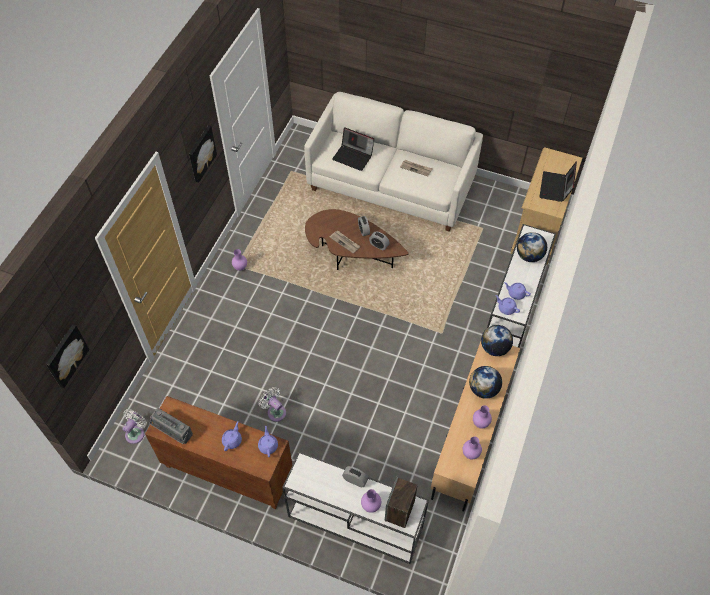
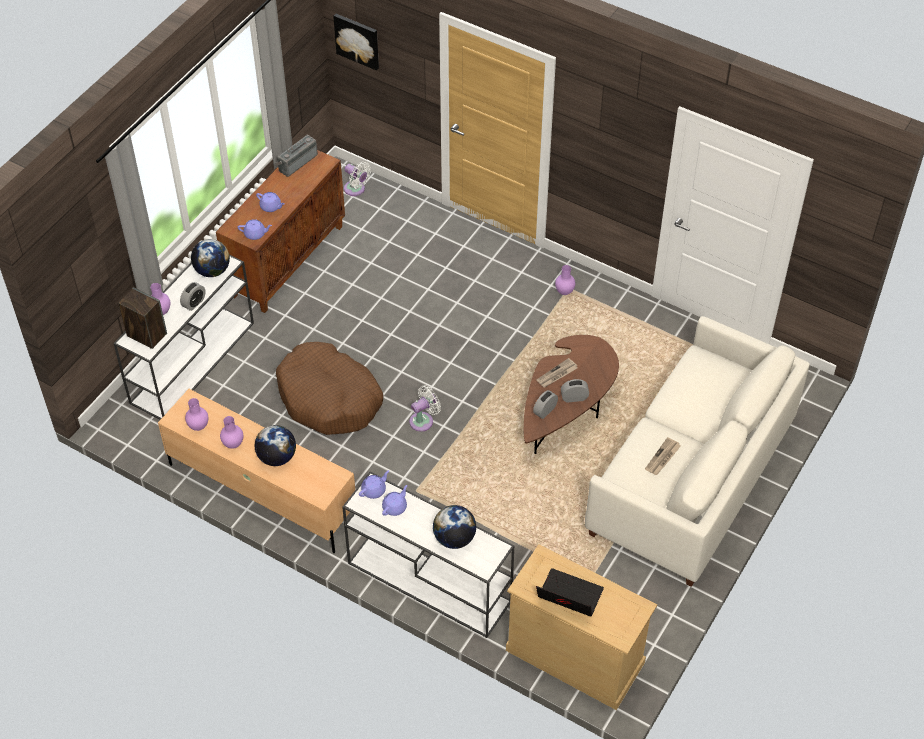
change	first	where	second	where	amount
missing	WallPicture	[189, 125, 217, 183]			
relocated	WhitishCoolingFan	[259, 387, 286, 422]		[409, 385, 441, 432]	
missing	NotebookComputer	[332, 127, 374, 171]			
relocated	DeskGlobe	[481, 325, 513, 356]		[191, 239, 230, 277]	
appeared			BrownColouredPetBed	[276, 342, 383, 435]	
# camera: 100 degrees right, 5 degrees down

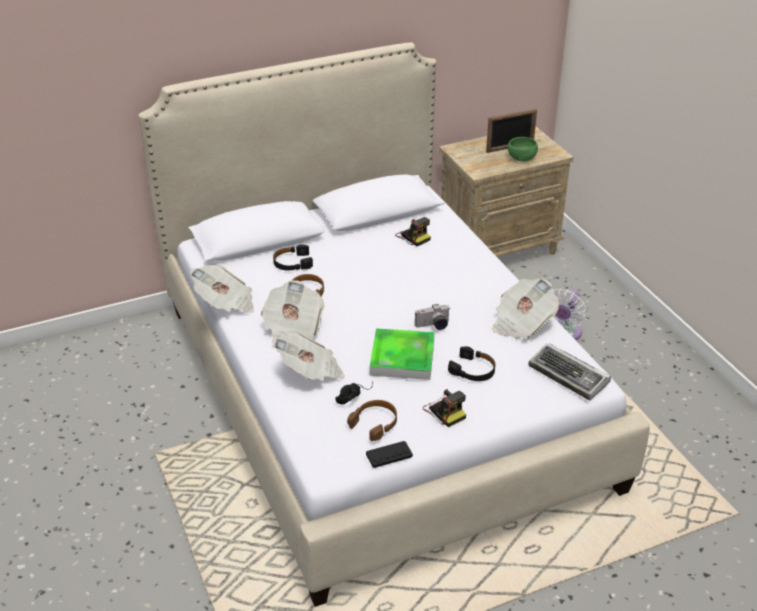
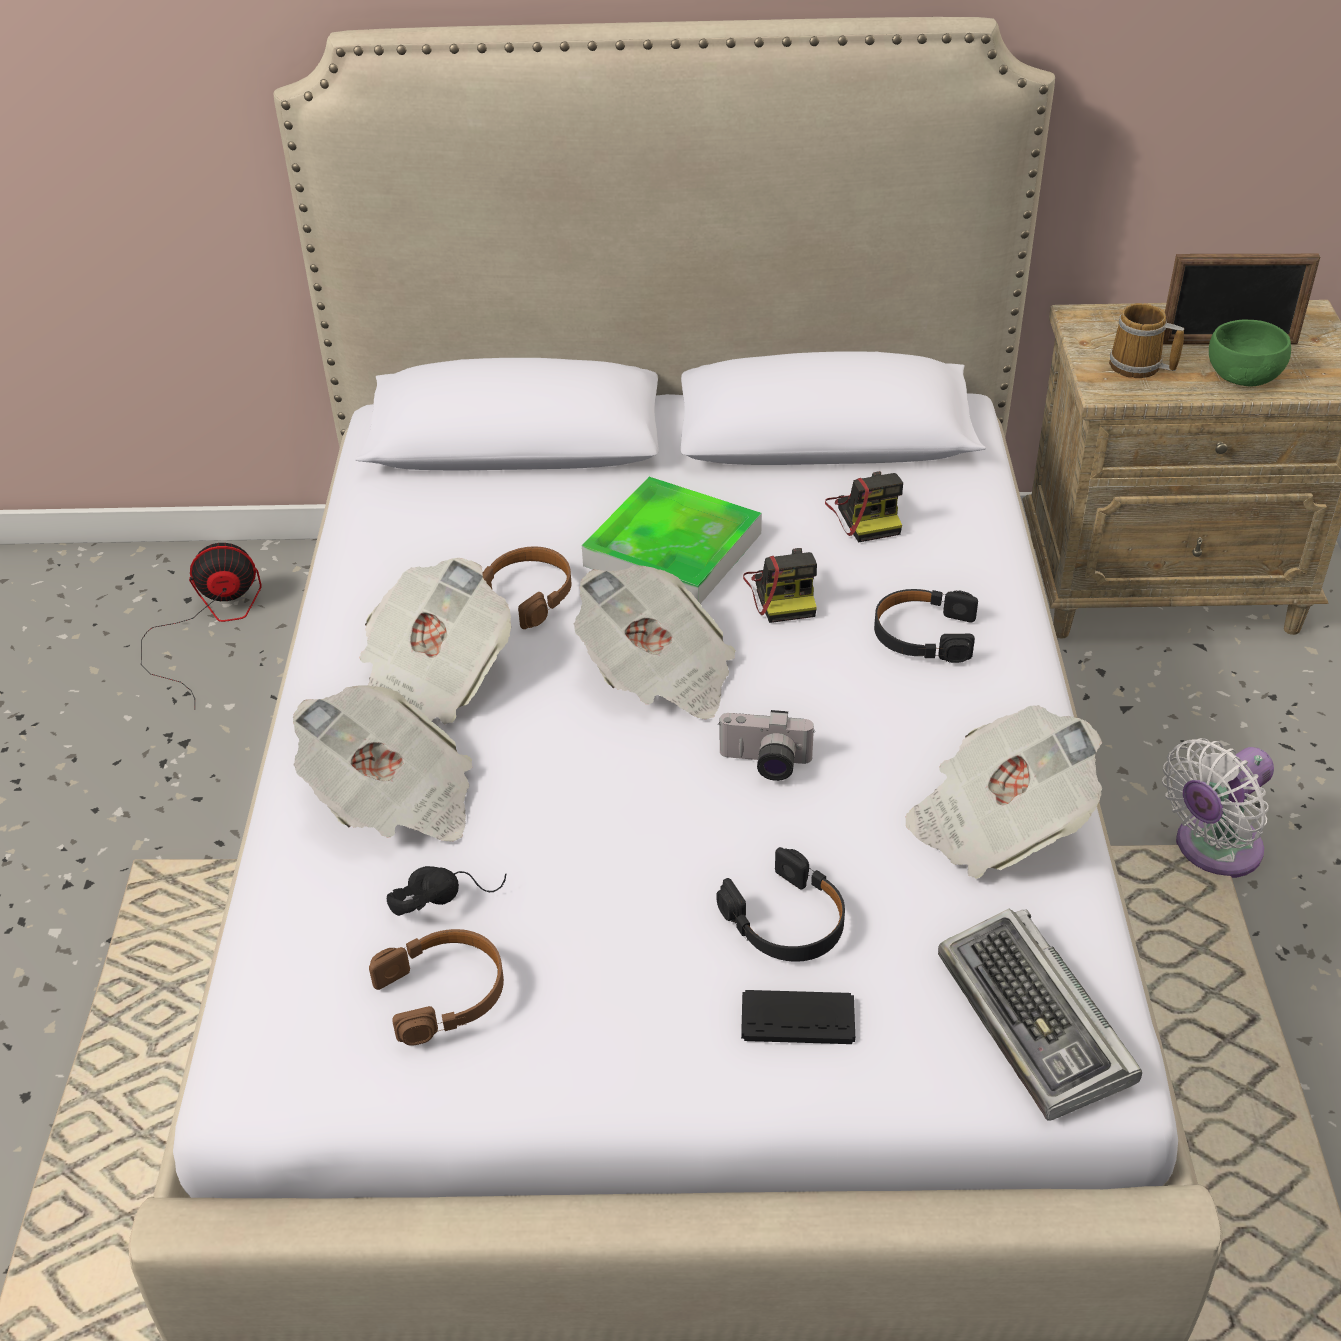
change	first	where	second	where	amount
relocated	DailyPaper	[190, 265, 254, 313]		[574, 565, 736, 719]	
relocated	BlackPairOfHeadphones	[273, 244, 313, 270]		[874, 589, 978, 663]	
relocated	BlackGamepad	[366, 441, 413, 468]		[741, 990, 855, 1044]	
relocated	CarryingTray	[370, 328, 435, 380]		[582, 477, 762, 604]	
relocated	PhotoCamera	[423, 389, 466, 427]		[743, 548, 817, 623]	
appeared			CoolingFan	[141, 543, 262, 709]	
appeared			CoffeeMug	[1109, 303, 1184, 378]	
# camera: 25 degrees right, 5 degrees up

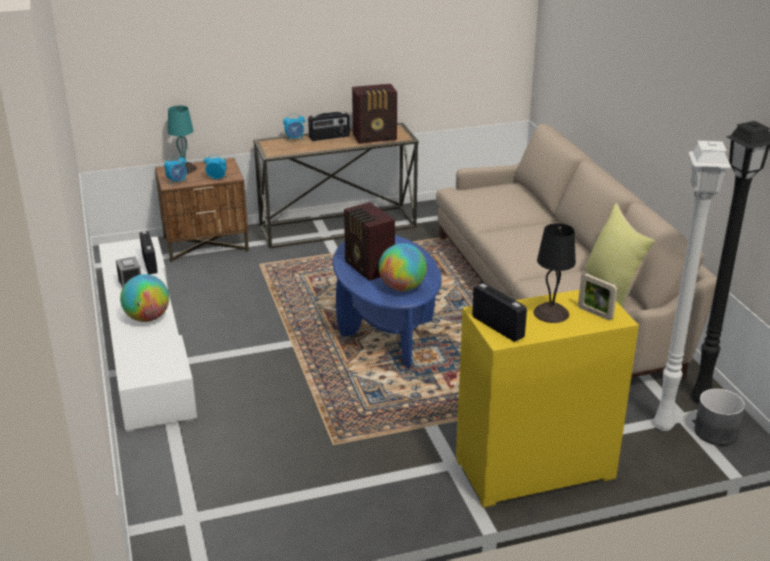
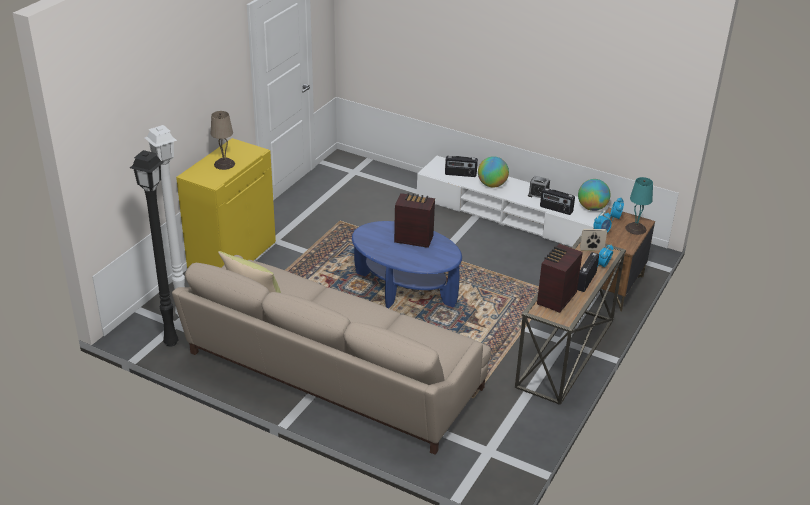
change	first	where	second	where	amount
relocated	DeskGlobe	[379, 243, 427, 291]		[578, 179, 610, 211]	
relocated	RadioSet	[472, 283, 527, 342]		[445, 156, 478, 177]	
colour	BlackTableLamp	[534, 223, 576, 323]	SandColouredTableLamp	[211, 111, 235, 170]	
relocated	StandingFrame	[578, 273, 617, 320]		[580, 229, 607, 251]	
missing	GreyishFlowerPot	[694, 389, 745, 445]			
# camera: 135 degrees right, 5 degrees up

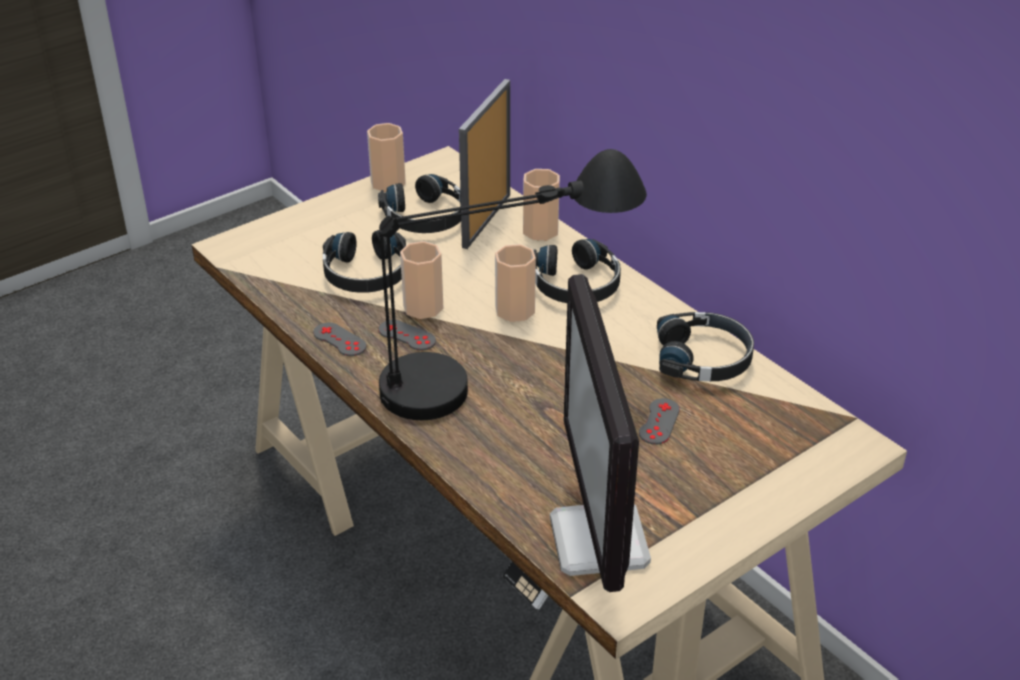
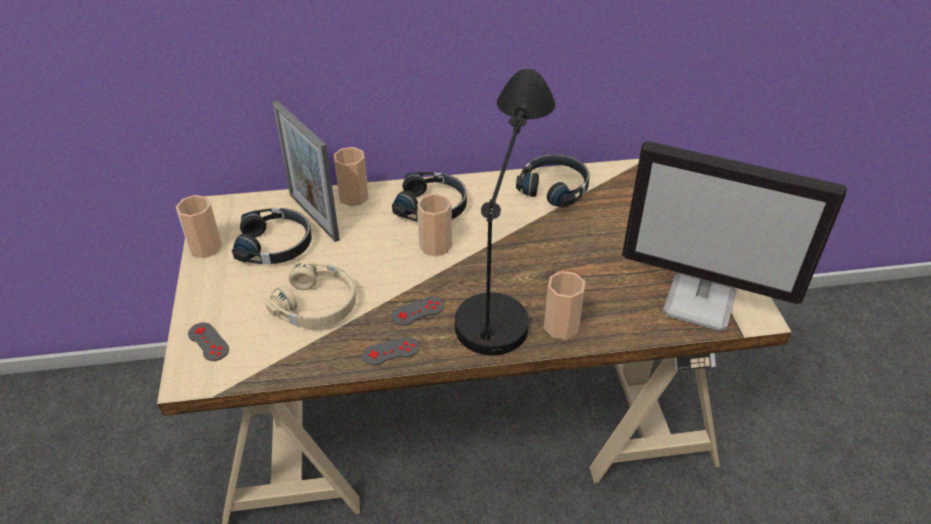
change	first	where	second	where	amount
colour	BlackPairOfHeadphones	[323, 230, 406, 293]	SandColouredPairOfHeadphones	[266, 262, 356, 329]	
relocated	Cup	[400, 241, 444, 319]		[544, 271, 585, 340]	
relocated	GreyishGamepad	[639, 398, 680, 445]		[188, 322, 229, 361]	
# camera: 60 degrees left, 5 degrees up

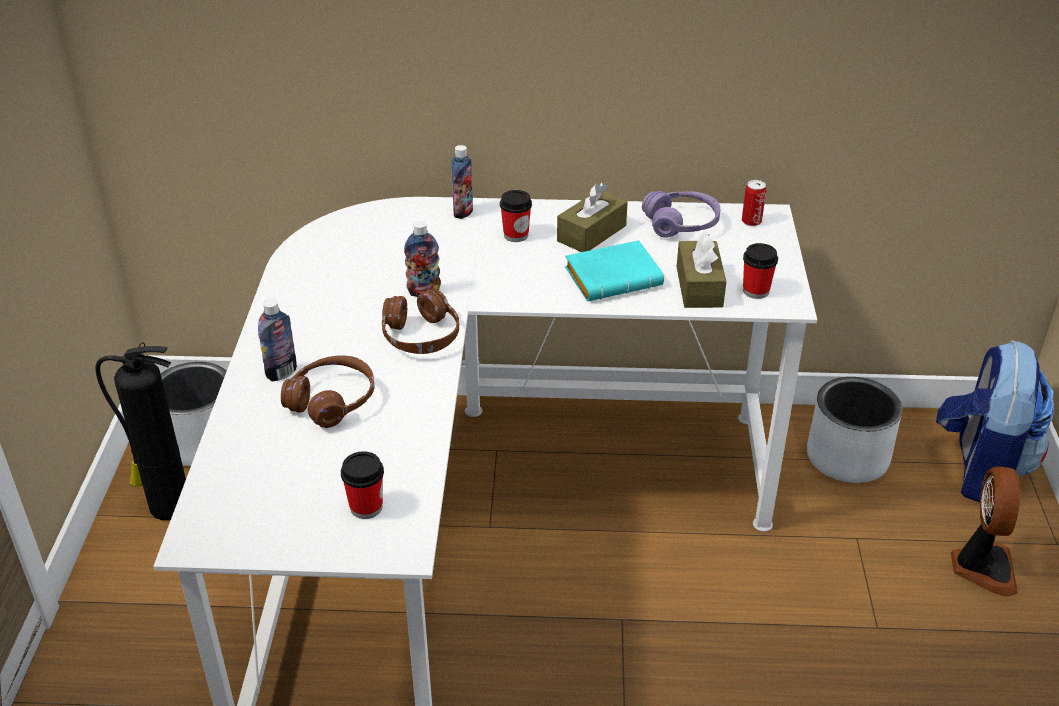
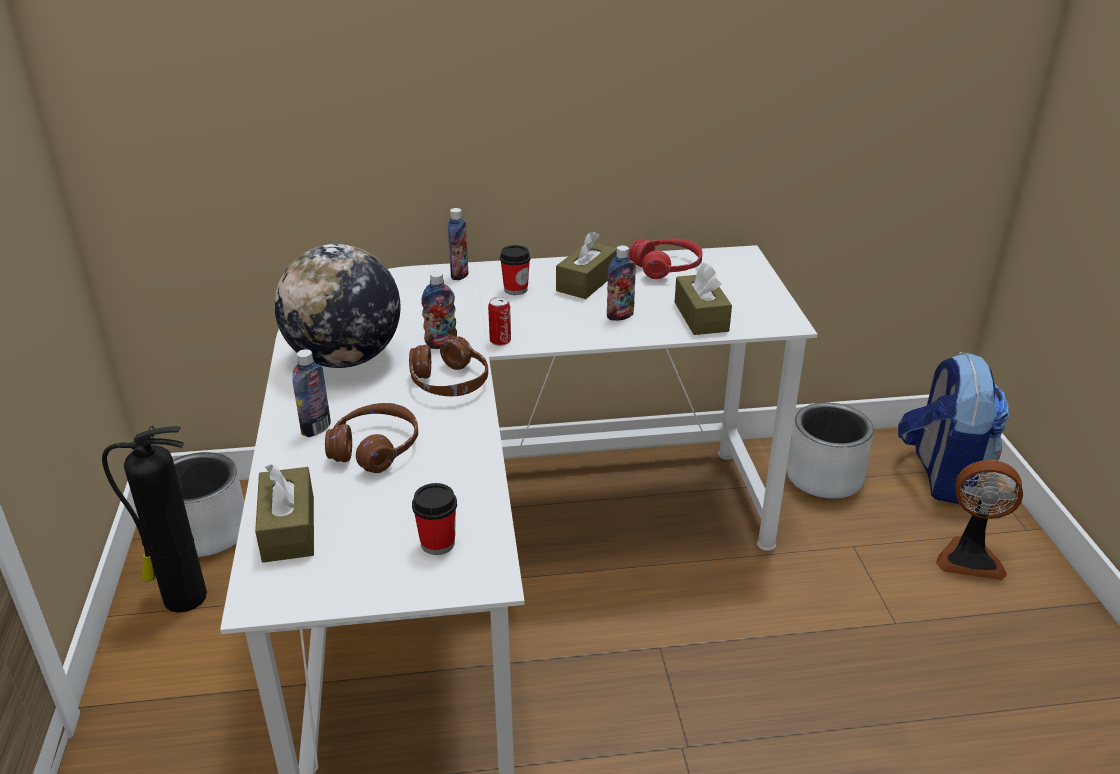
change	first	where	second	where	amount
exchanged	TurquoiseColouredBoundBook	[565, 240, 664, 301]	Bottle	[607, 245, 636, 321]	
colour	PurplePairOfHeadphones	[642, 191, 720, 238]	ReddishPairOfHeadphones	[629, 239, 702, 279]	
relocated	SealedCan	[742, 180, 766, 226]		[488, 296, 511, 346]	
missing	Cup	[743, 243, 778, 299]			
spun	CoolingFan	[951, 467, 1020, 597]		[936, 460, 1023, 580]	105 degrees clockwise
appeared			BrownColouredTissueHolder	[255, 464, 314, 563]	
appeared			DeskGlobe	[274, 244, 400, 368]	
# camera: 10 degrees left, 5 degrees down

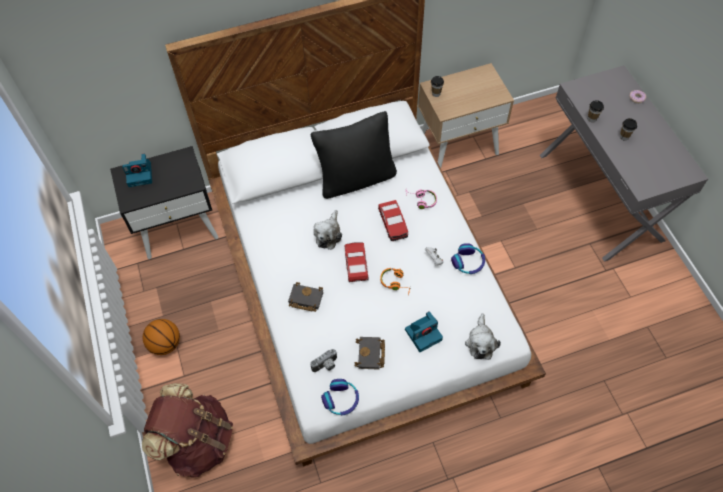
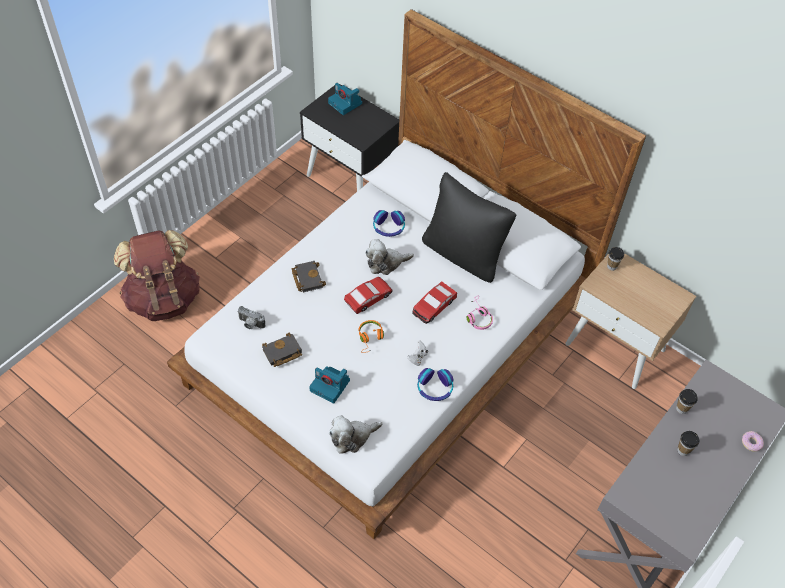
change	first	where	second	where	amount
missing	Basketball	[143, 319, 180, 355]			
relocated	PairOfHeadphones	[321, 379, 359, 415]		[373, 210, 405, 237]	
# camera: 55 degrees right, 5 degrees down

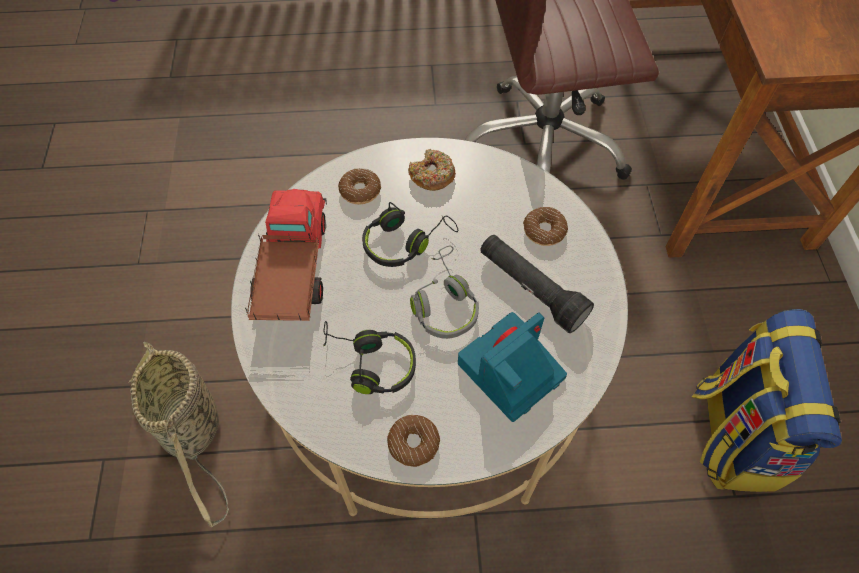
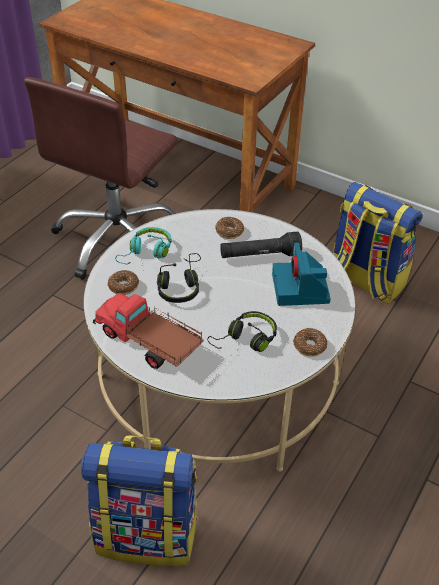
change	first	where	second	where	amount
exchanged	HouseholdBasket	[128, 342, 229, 527]	Rucksack	[81, 435, 198, 566]	
exchanged	Doughnut	[408, 149, 456, 191]	TurquoiseColouredPairOfHeadphones	[115, 227, 172, 264]	
missing	GreyishPairOfHeadphones	[410, 245, 479, 339]			
# camera: 55 degrees left, 15 degrees down

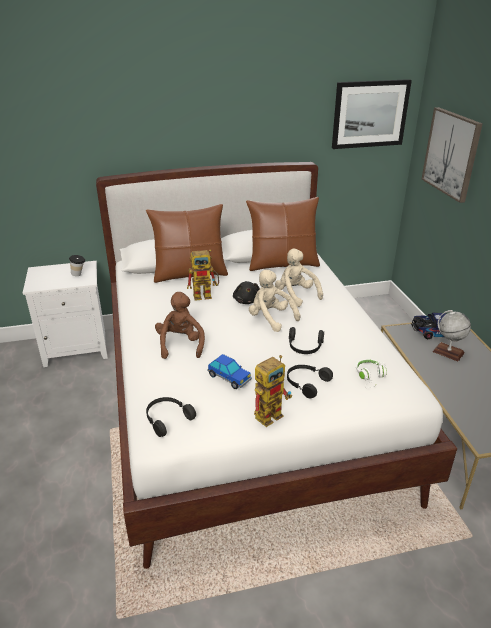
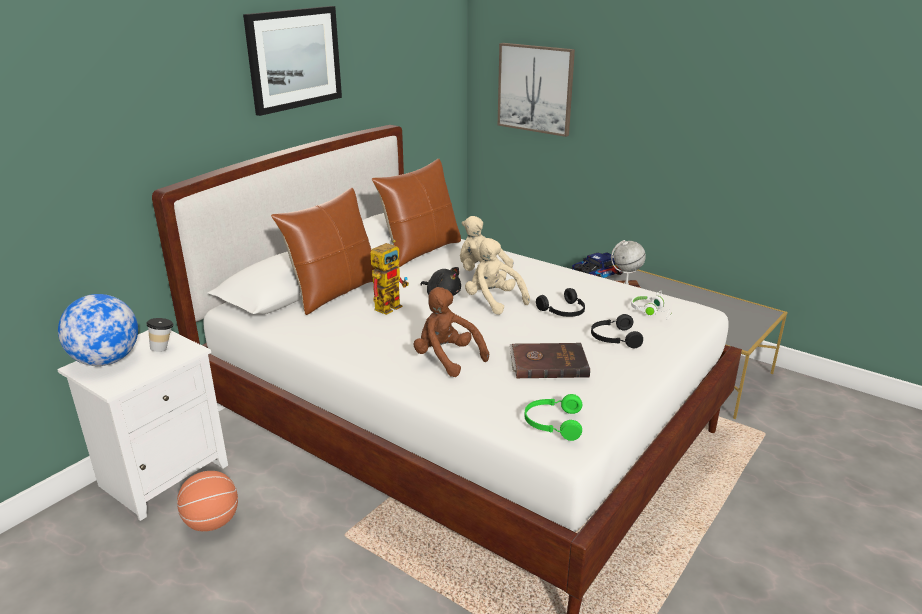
change	first	where	second	where	amount
colour	BlackPairOfHeadphones	[146, 397, 196, 437]	GreenColouredPairOfHeadphones	[524, 394, 582, 441]	
exchanged	MiniatureCar	[208, 354, 252, 389]	BrownColouredBoundBook	[510, 343, 590, 378]	
spun	SandColouredPlushToy	[249, 270, 301, 332]		[465, 238, 530, 315]	45 degrees clockwise
missing	ModelRobot	[254, 355, 292, 427]			
relocated	WallPicture	[332, 79, 412, 149]		[243, 6, 342, 116]	
appeared			DeskGlobe	[58, 294, 138, 366]	
appeared			Basketball	[177, 471, 238, 531]	
# camera: 40 degrees left, 5 degrees down

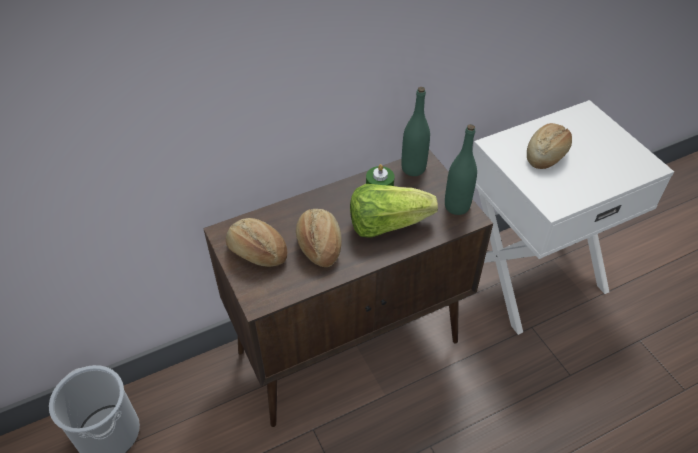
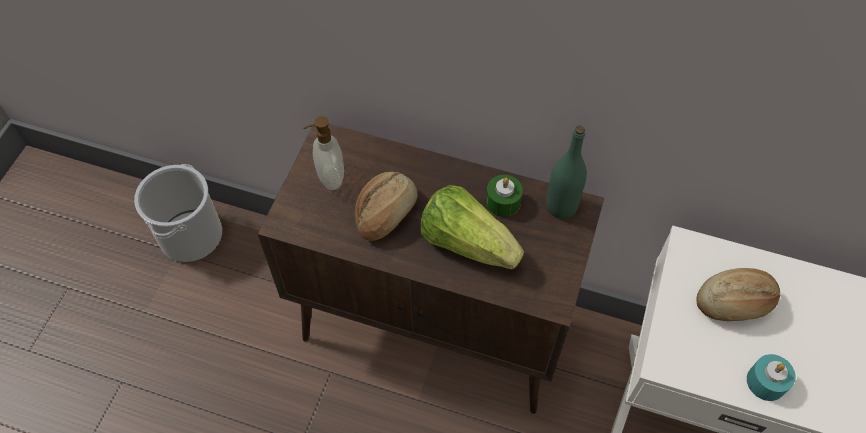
change	first	where	second	where	amount
exchanged	BakeryBread	[226, 218, 287, 267]	SoapDispenser	[303, 116, 344, 190]	
missing	GreenColouredBottle	[445, 124, 477, 215]			
appeared			TurquoiseColouredWaxLight	[747, 354, 796, 401]	
# camera: 45 degrees right, 10 degrees up

